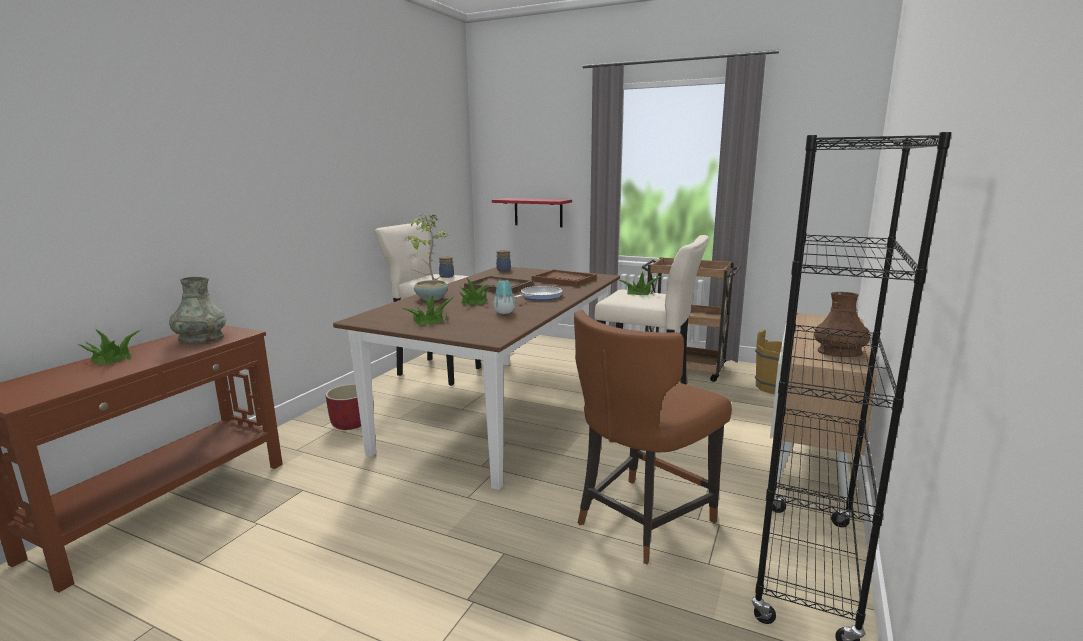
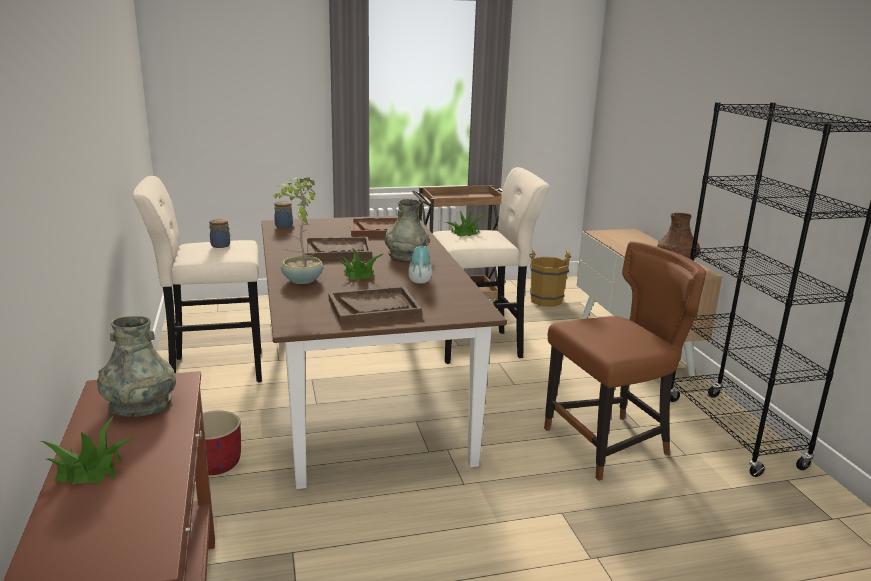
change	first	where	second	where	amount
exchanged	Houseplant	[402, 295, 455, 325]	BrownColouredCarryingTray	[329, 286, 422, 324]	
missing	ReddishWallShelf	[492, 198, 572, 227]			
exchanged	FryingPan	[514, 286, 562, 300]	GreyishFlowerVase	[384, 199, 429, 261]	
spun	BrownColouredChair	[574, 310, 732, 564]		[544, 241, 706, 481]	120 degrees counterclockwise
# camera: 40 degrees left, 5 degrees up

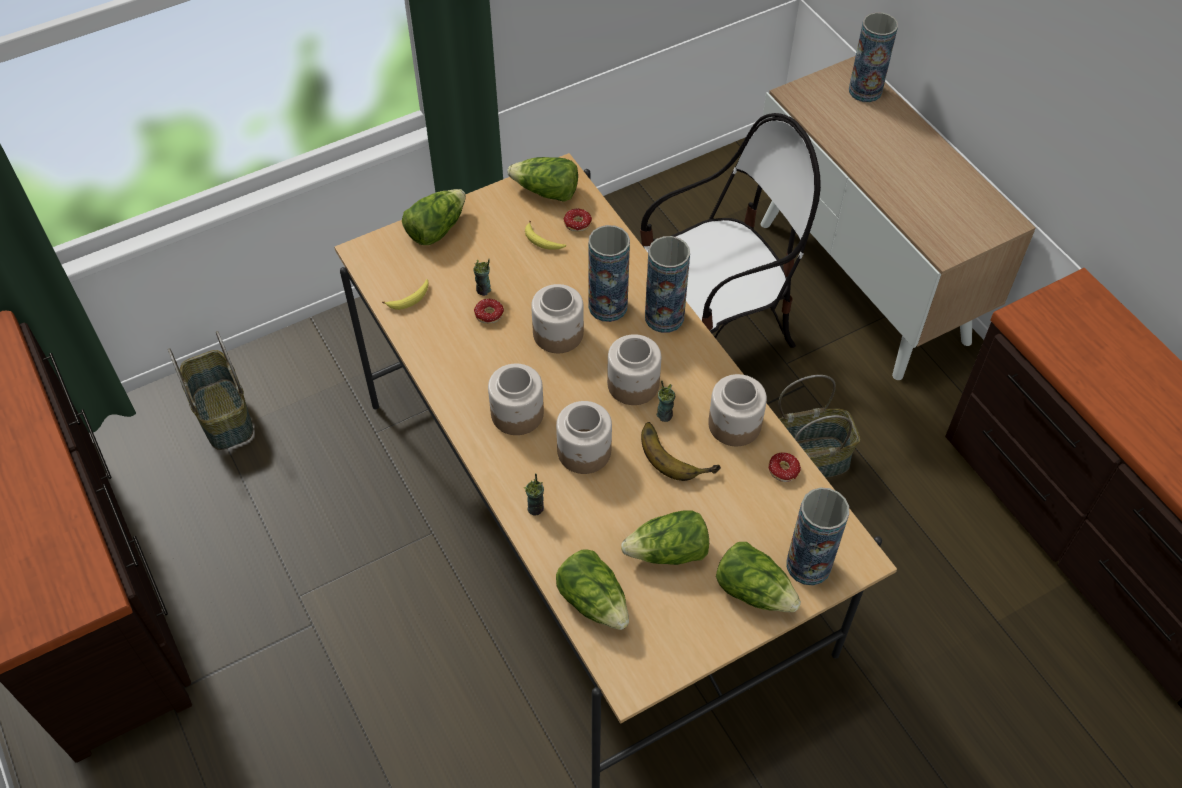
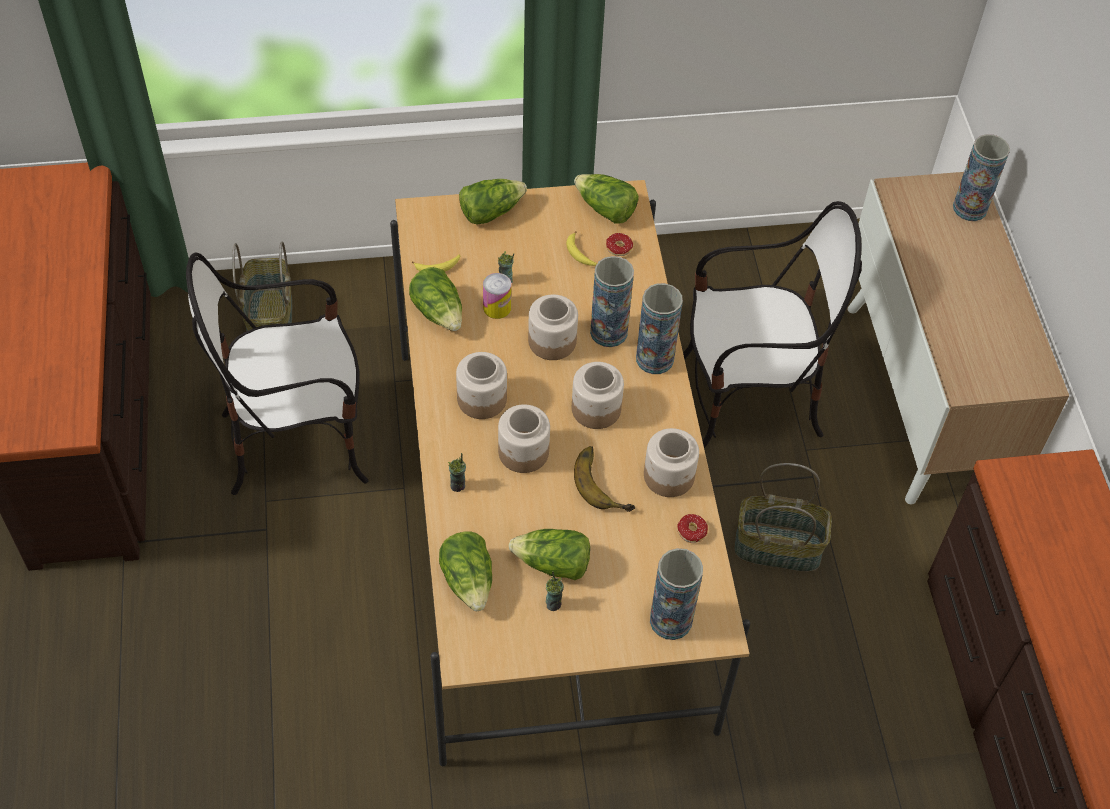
change	first	where	second	where	amount
exchanged	Doughnut	[474, 298, 504, 324]	SealedCan	[483, 273, 511, 319]	
relocated	Cup	[656, 381, 675, 422]		[546, 571, 564, 611]	
relocated	Lettuce	[716, 542, 801, 612]		[409, 267, 462, 331]	
appeared			Chair	[186, 252, 369, 495]	
# camera: 20 degrees right, 0 degrees up

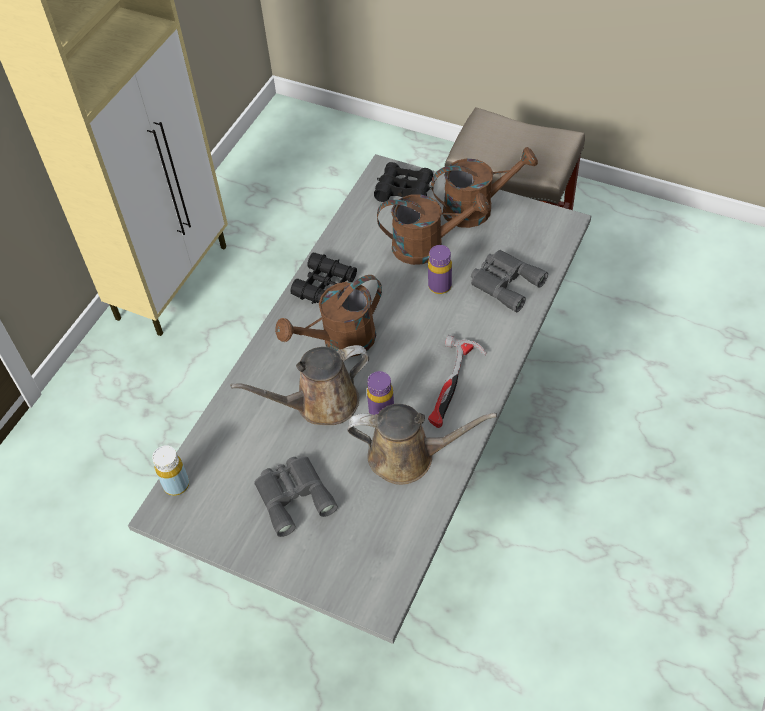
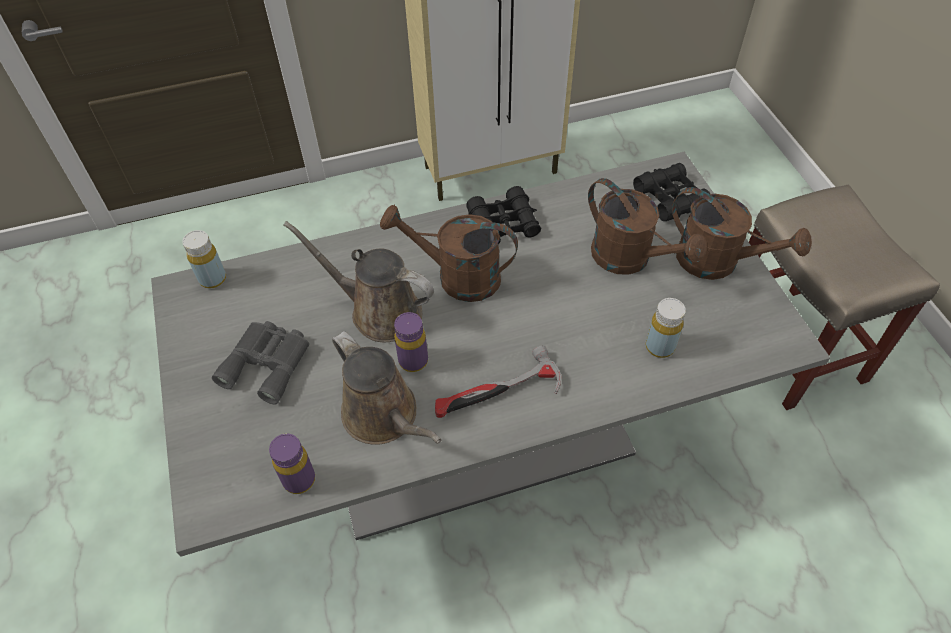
change	first	where	second	where	amount
relocated	PurpleBottle	[428, 245, 452, 294]		[269, 434, 315, 494]	
exchanged	GreyishBinoculars	[471, 250, 548, 312]	YellowBottle	[645, 298, 686, 358]	
# camera: 45 degrees right, 0 degrees up

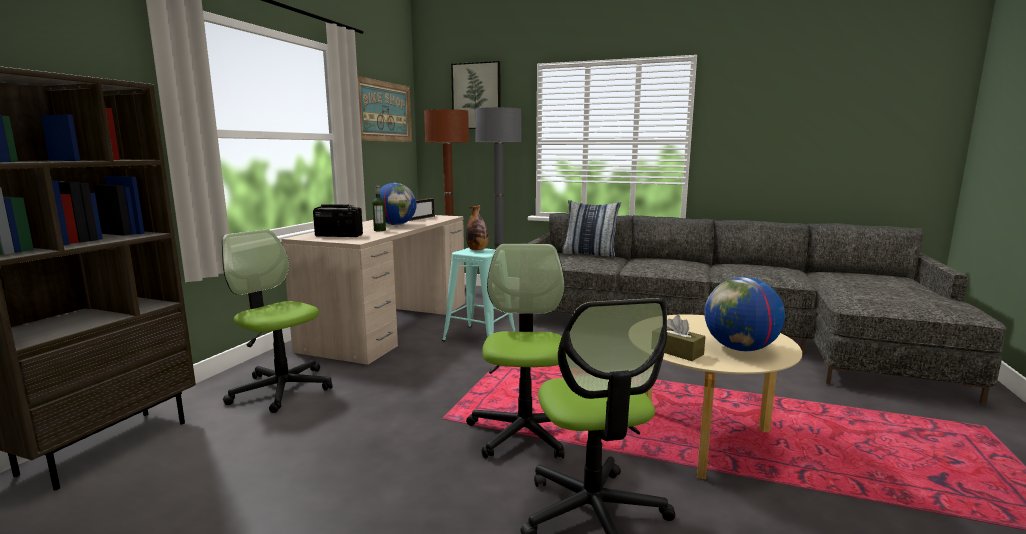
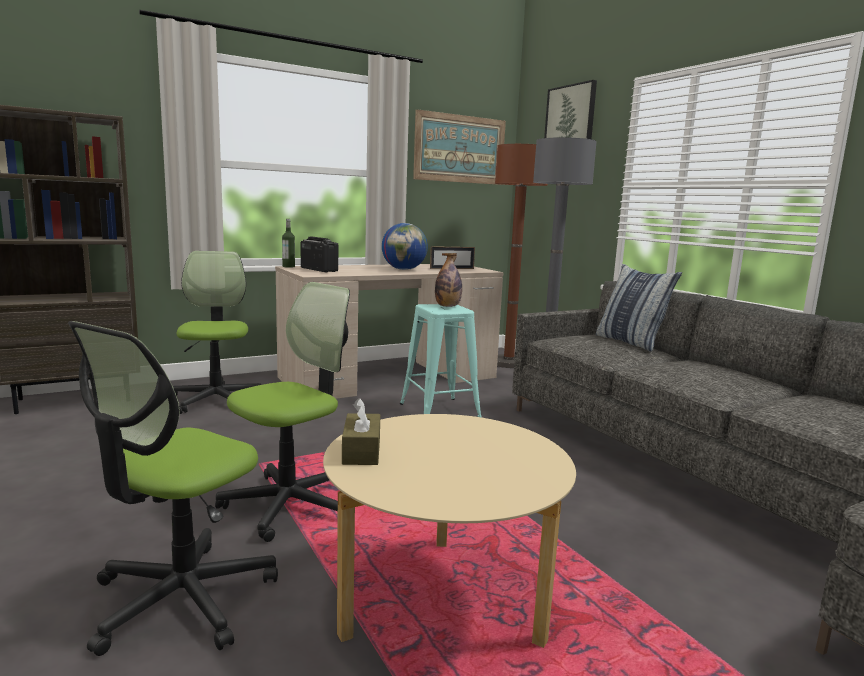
change	first	where	second	where	amount
relocated	Bottle	[372, 185, 386, 231]		[282, 219, 295, 268]	
missing	DeskGlobe	[704, 277, 785, 351]			
# camera: 40 degrees right, 0 degrees up

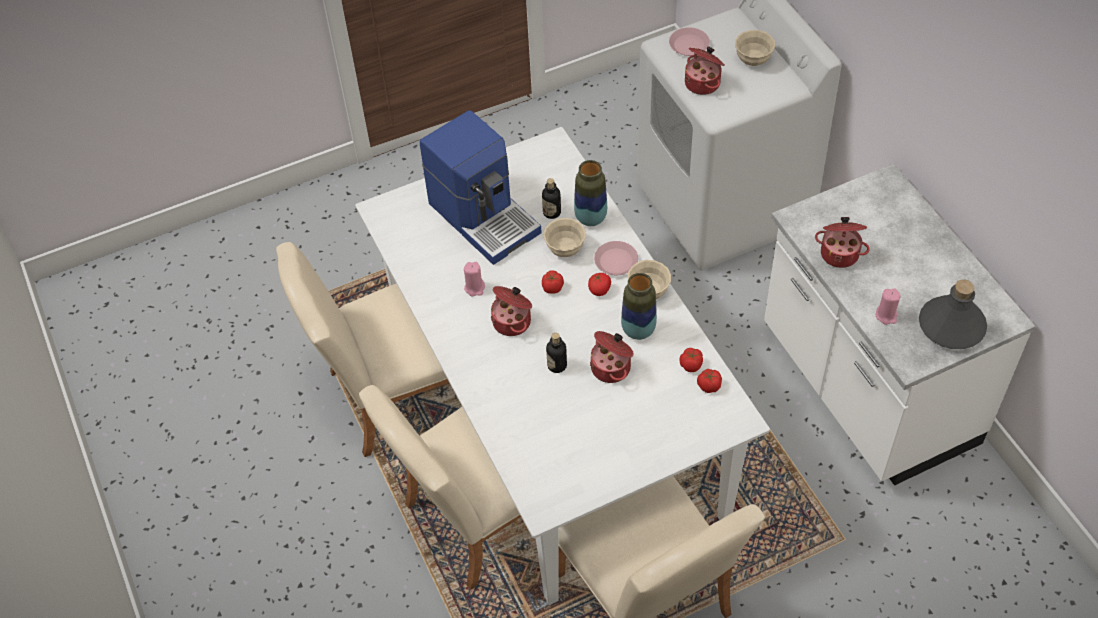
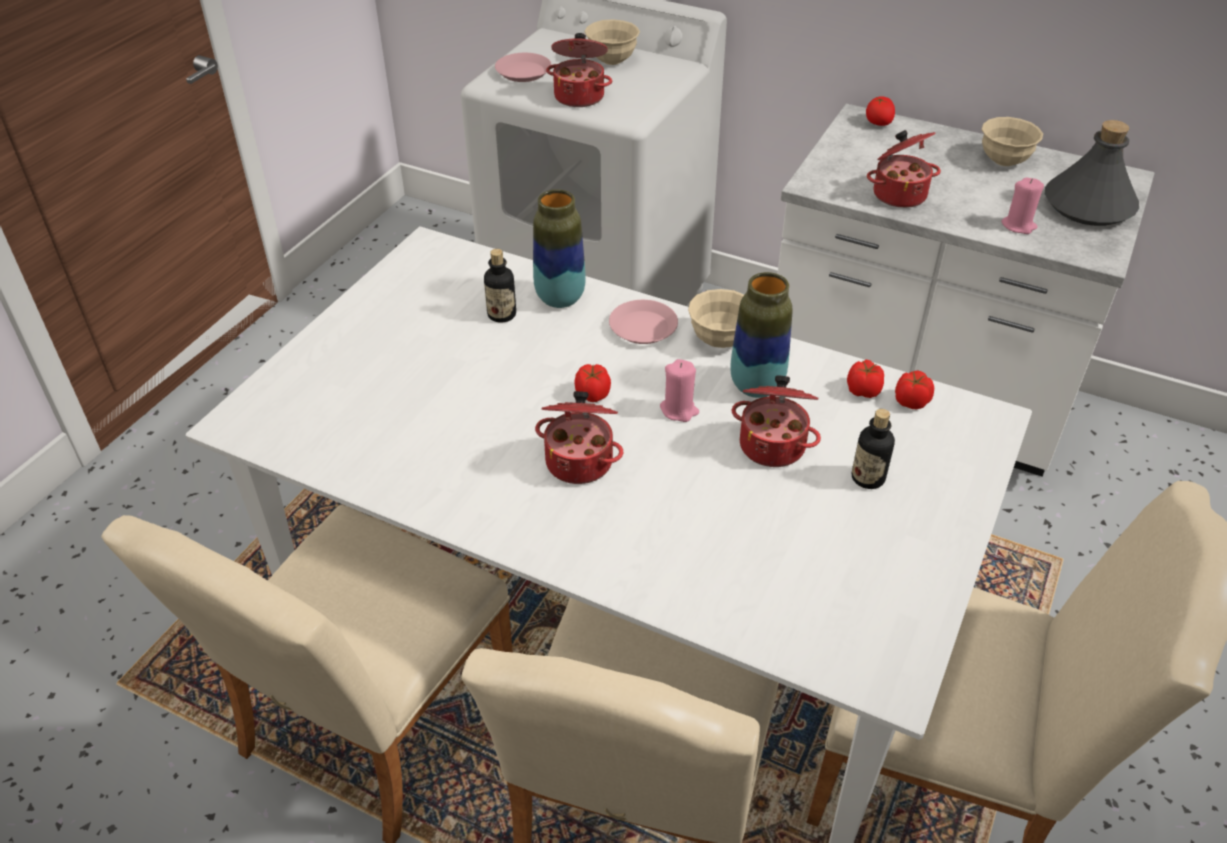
change	first	where	second	where	amount
missing	CoffeeMachine	[420, 110, 542, 265]			
relocated	PinkishWaxLight	[464, 262, 485, 296]		[660, 359, 699, 422]	
relocated	SandColouredServingBowl	[543, 218, 586, 257]		[982, 117, 1043, 166]	
relocated	Bottle	[546, 333, 567, 373]		[852, 409, 895, 489]	
relocated	Tomato	[588, 273, 611, 296]		[866, 96, 895, 126]	
# camera: 40 degrees left, 10 degrees down

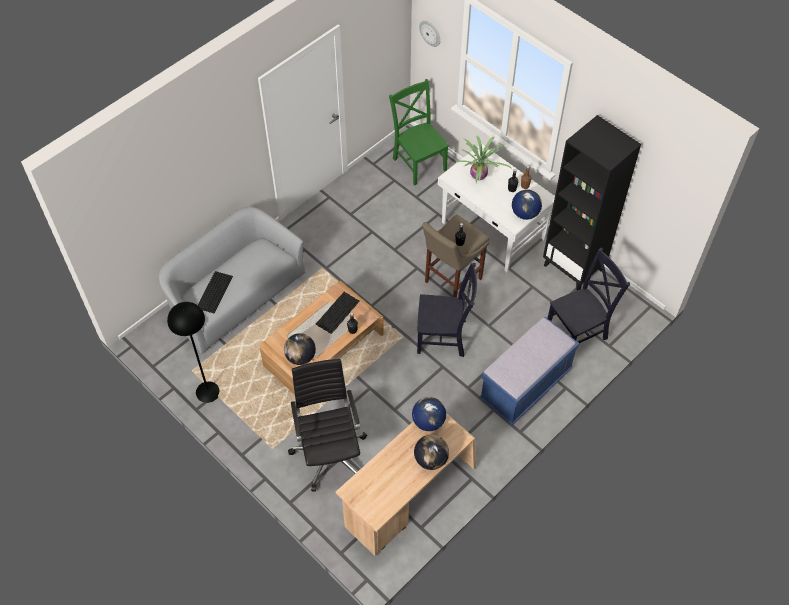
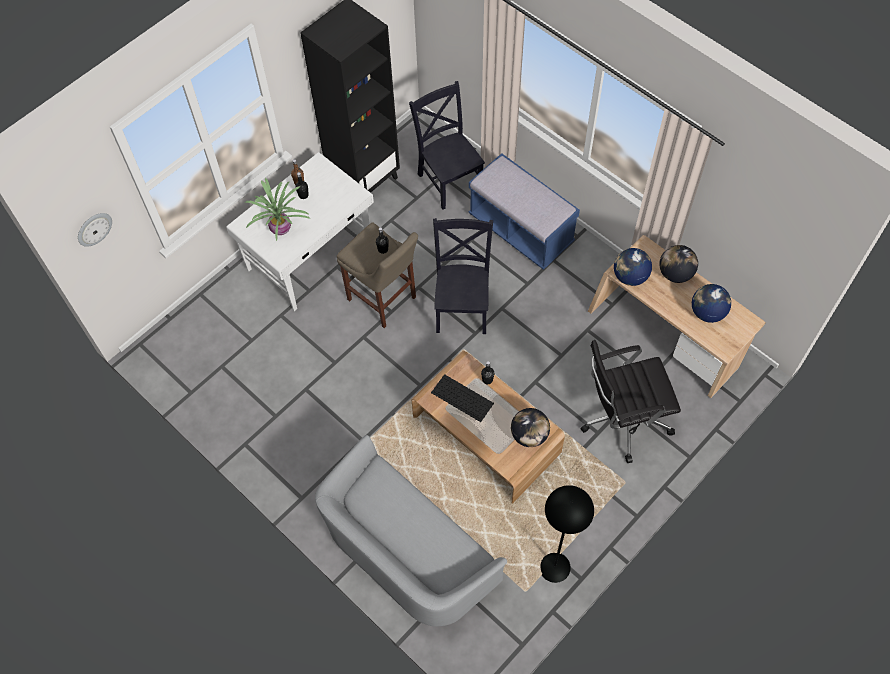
change	first	where	second	where	amount
missing	Keyboard	[198, 271, 233, 313]			
missing	GreenColouredChair	[389, 79, 449, 186]			
relocated	DeskGlobe	[512, 189, 542, 220]		[692, 284, 731, 323]	
# camera: 90 degrees left, 5 degrees up

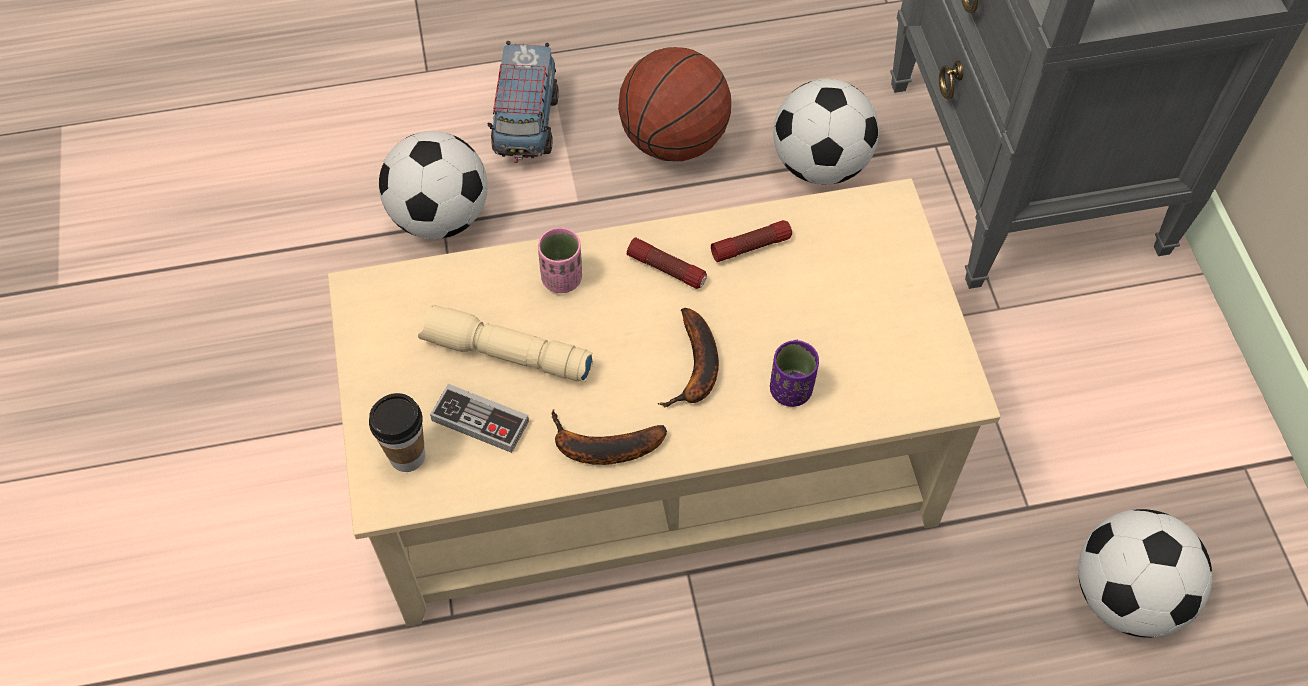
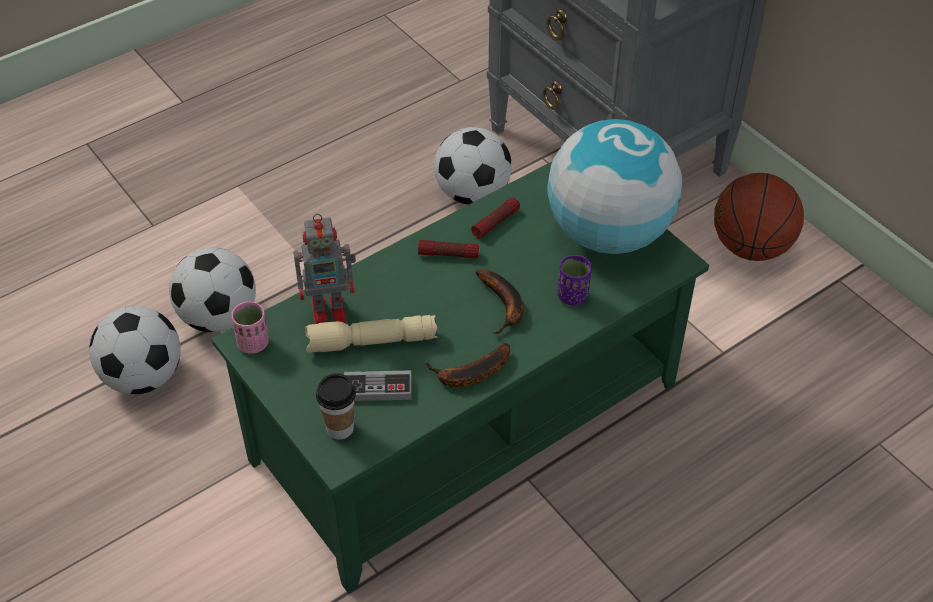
change	first	where	second	where	amount
colour	SandColouredCoffeeTable	[328, 178, 1001, 627]	GreenColouredCoffeeTable	[211, 162, 709, 593]	
missing	ModelTruck	[487, 41, 559, 163]			
relocated	PinkishCup	[538, 227, 582, 293]		[231, 301, 269, 354]	
relocated	Basketball	[618, 47, 731, 161]		[714, 173, 804, 261]	
relocated	Football	[1078, 509, 1212, 638]		[89, 306, 181, 394]	
appeared			ModelRobot	[293, 214, 356, 324]	
appeared			DeskGlobe	[547, 119, 682, 254]	
# camera: 25 degrees left, 10 degrees down

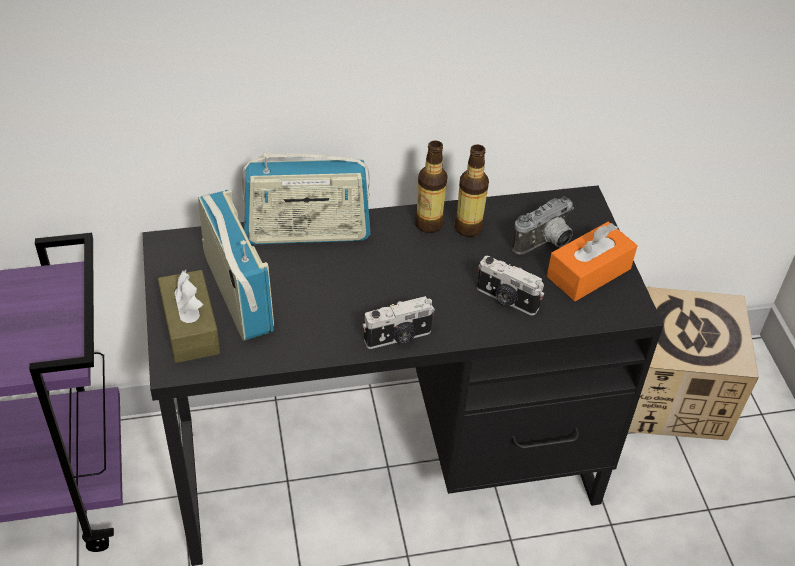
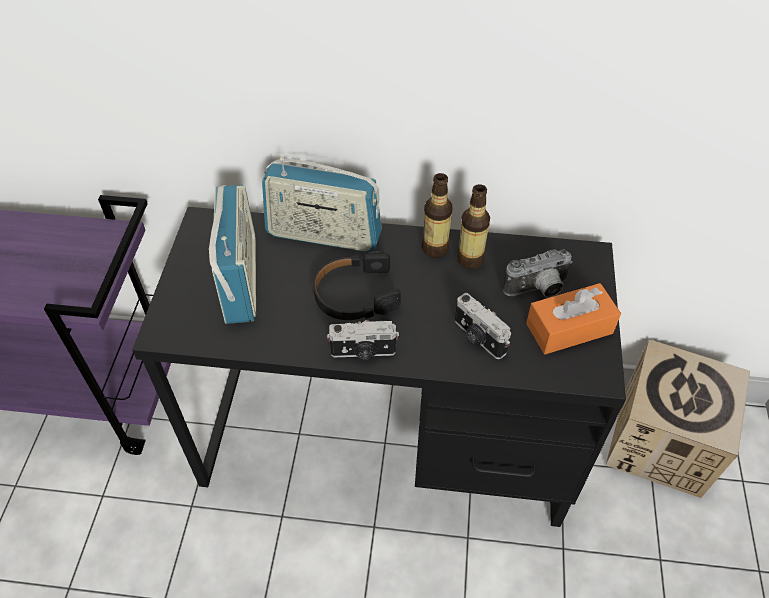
change	first	where	second	where	amount
missing	BrownColouredTissueHolder	[158, 270, 220, 363]			
appeared			BlackPairOfHeadphones	[313, 251, 401, 320]	
# camera: 20 degrees right, 5 degrees up

